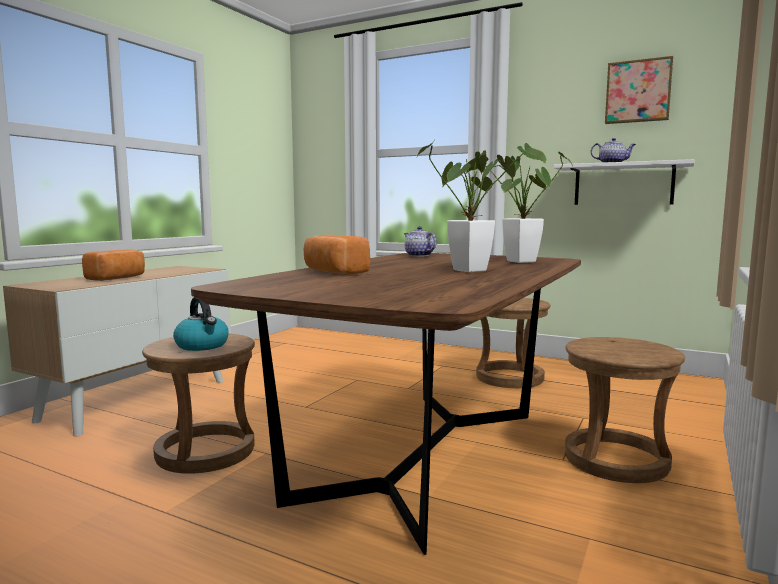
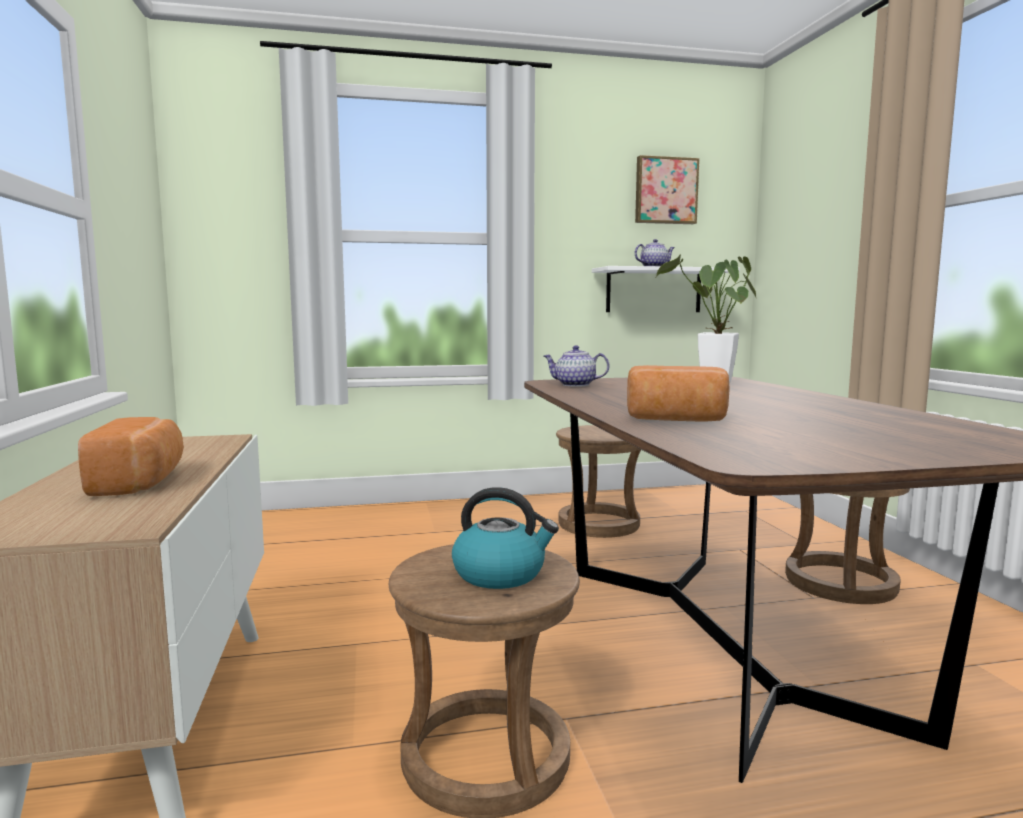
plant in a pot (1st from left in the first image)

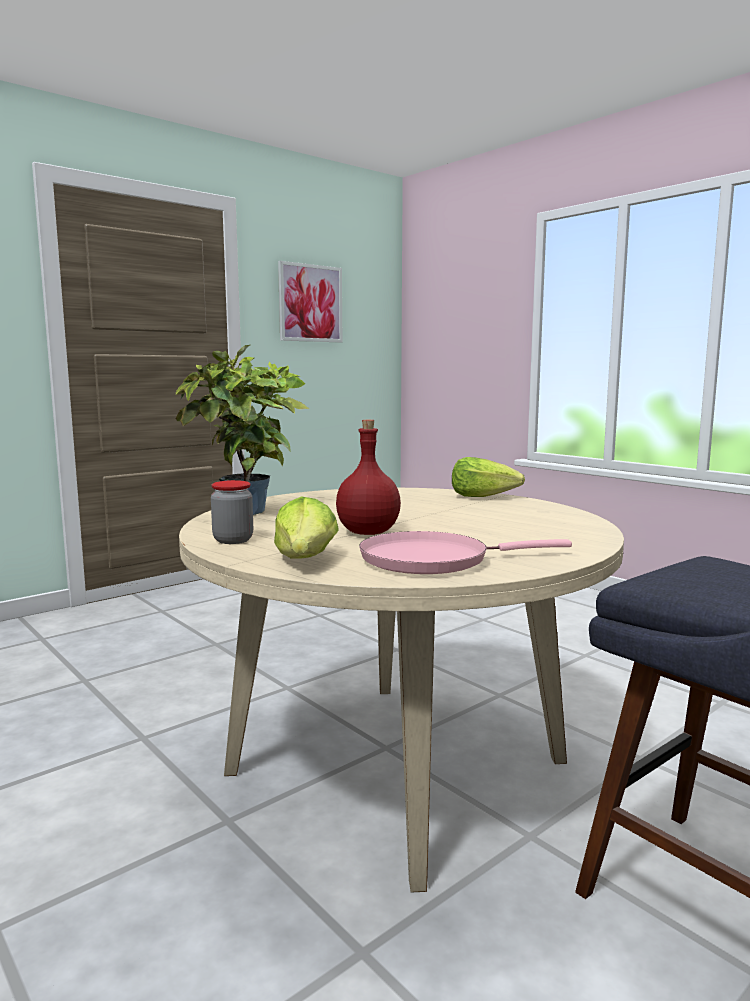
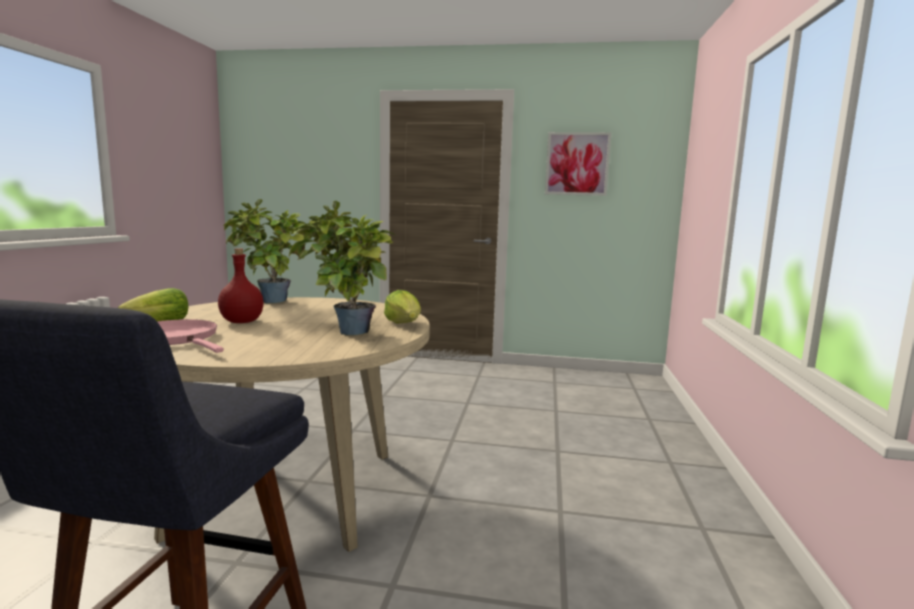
storage jar; plant in a pot (2nd from left)

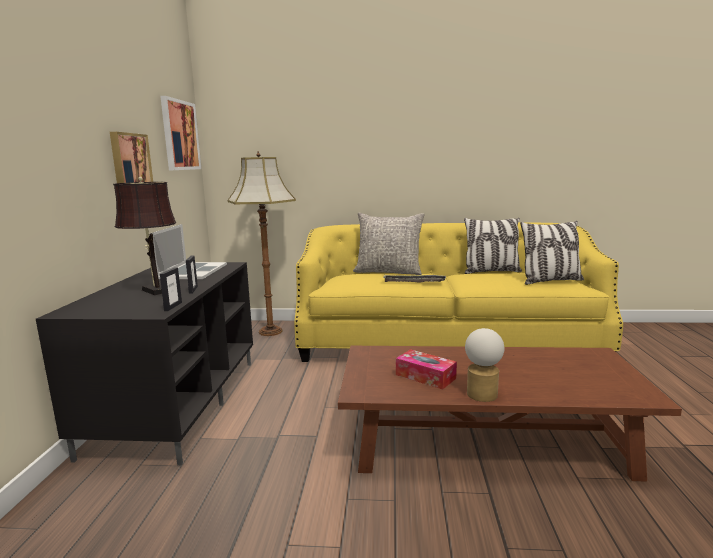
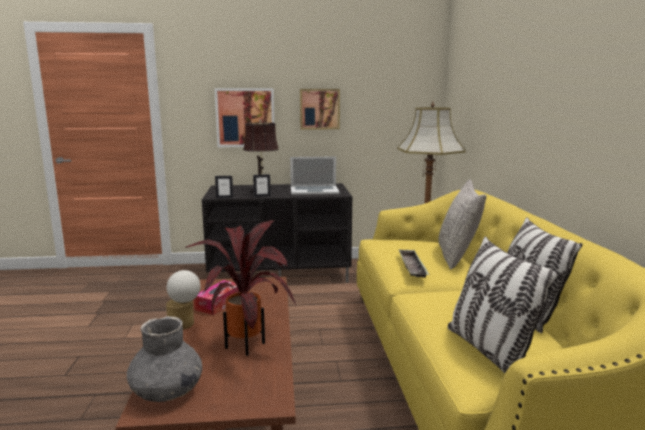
flower vase/gray; plant in a pot; picture (1st from left)

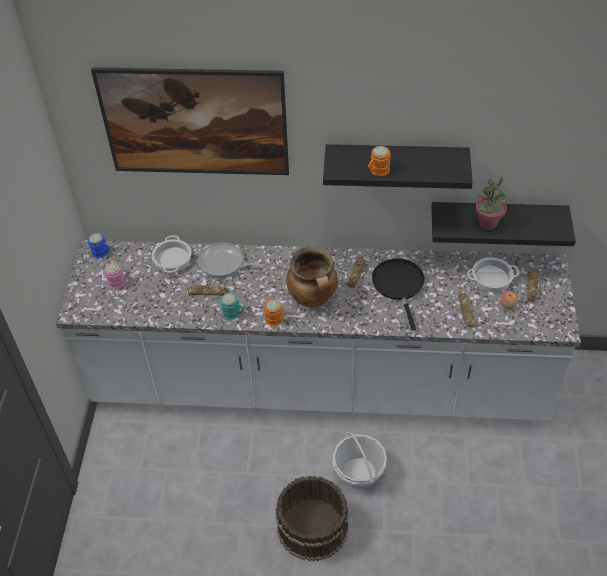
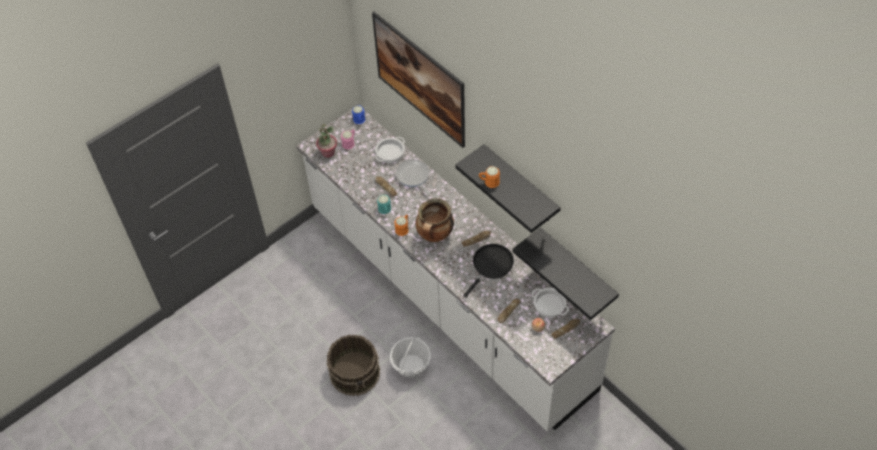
plant in a pot

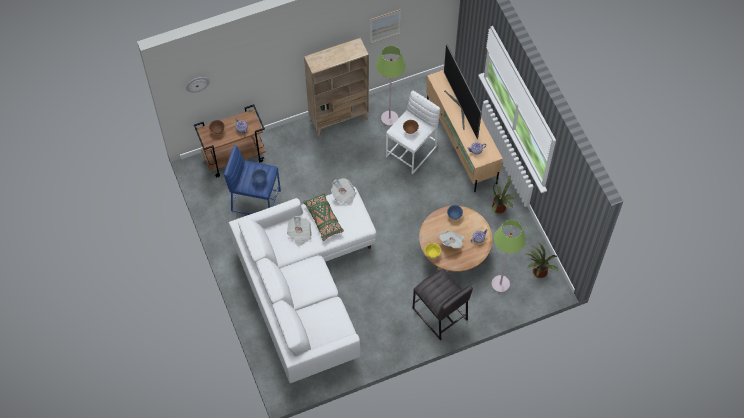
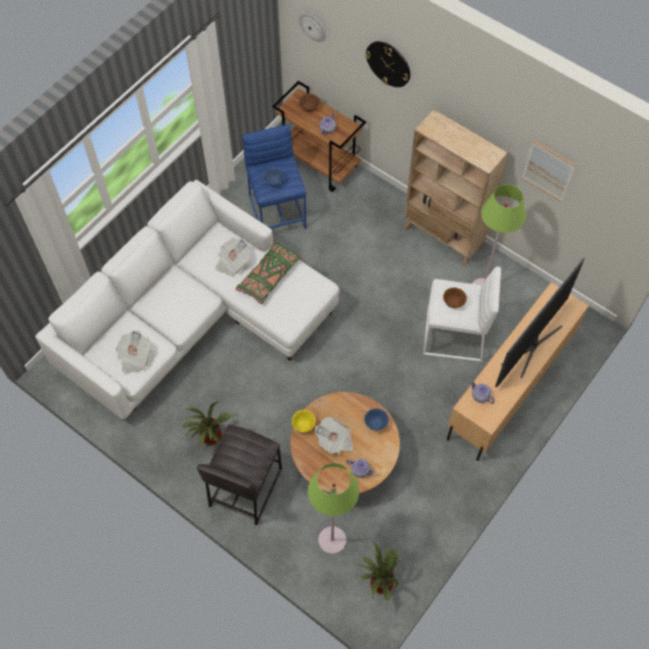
wall clock (2nd from left); newspaper (1st from left); plant in a pot (1st from left)

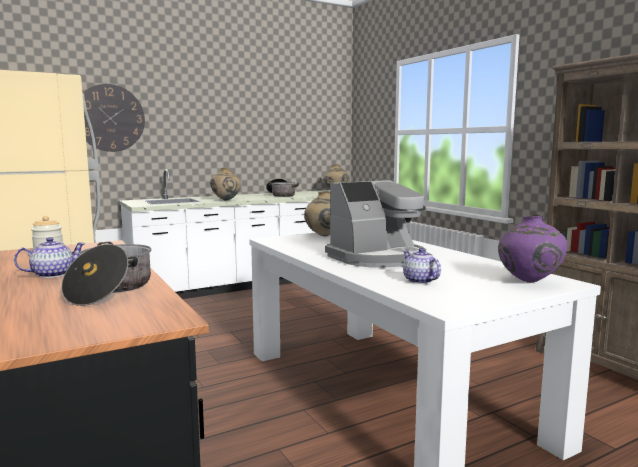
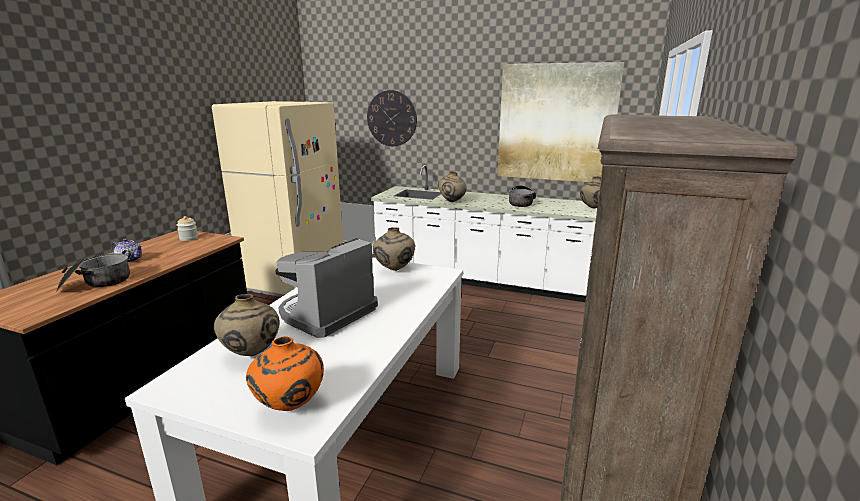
picture; flower vase/beige-coloured (1st from left); flower vase/orangey; coffee maker

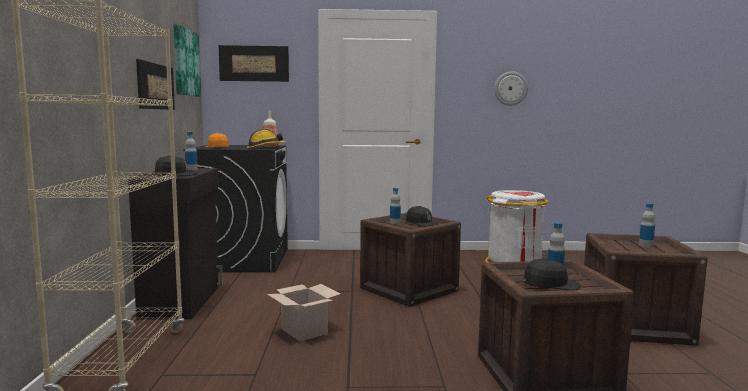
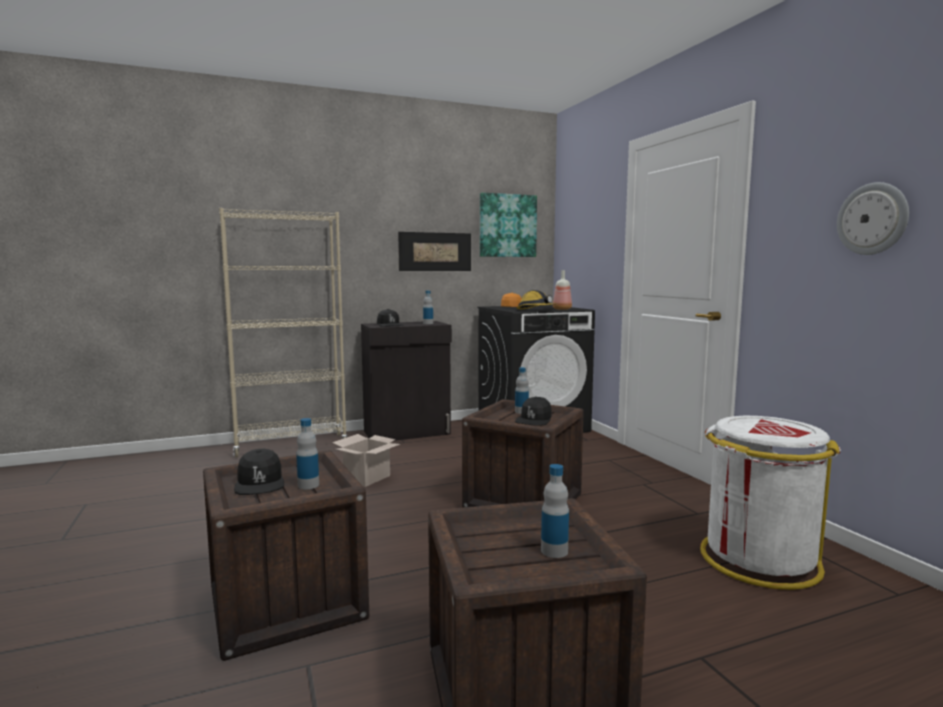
picture (3rd from left in the first image)

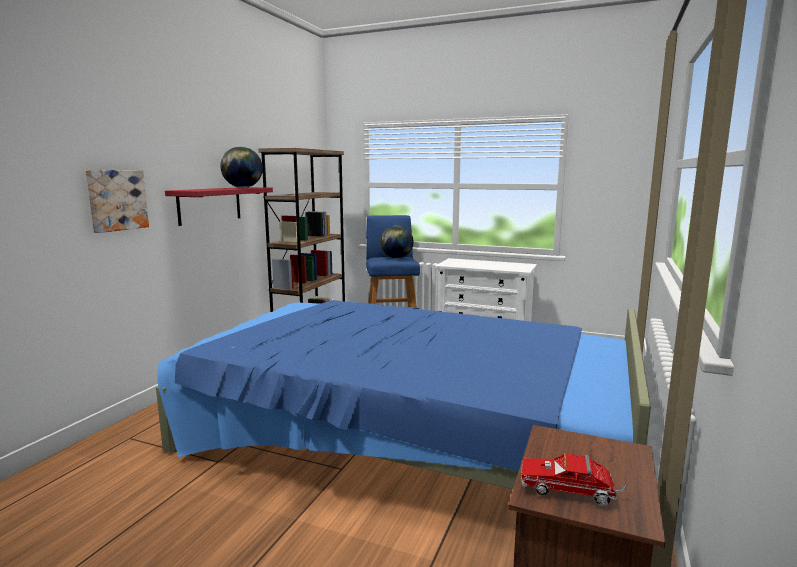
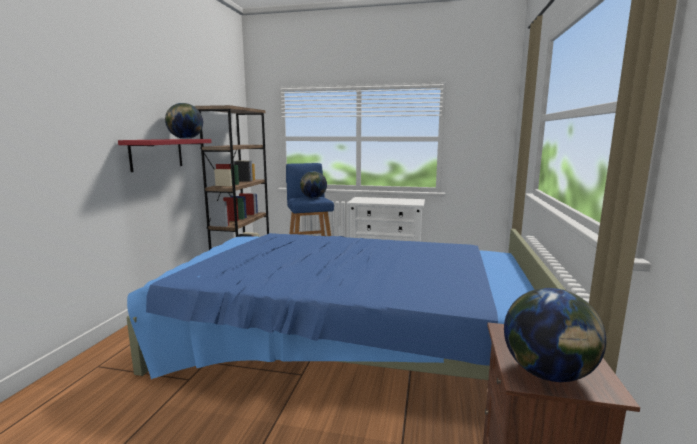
picture; desk globe (3rd from left)

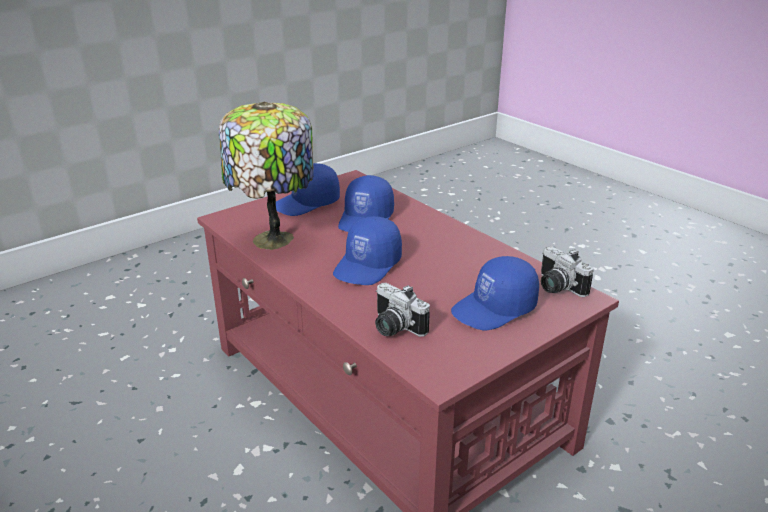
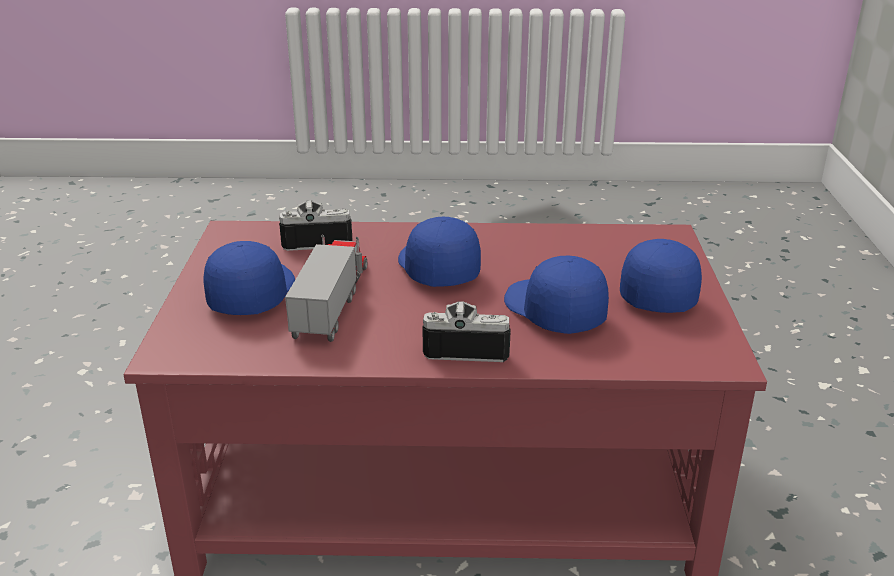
table lamp; model truck; still camera (2nd from left)

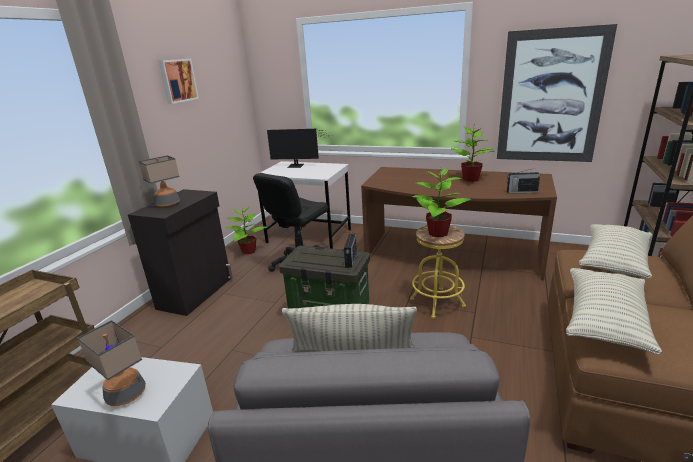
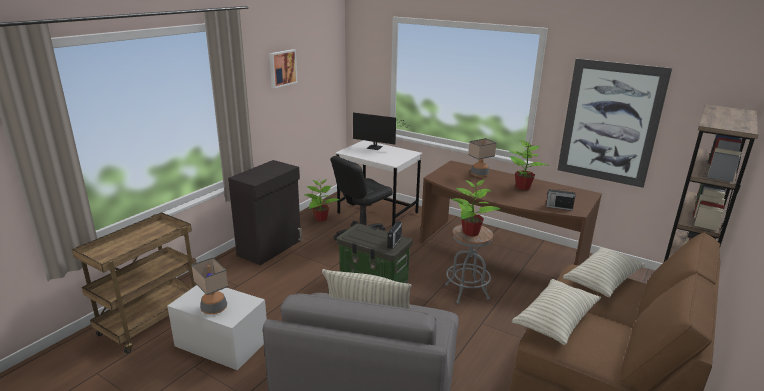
table lamp (2nd from left); sitting stool/gray

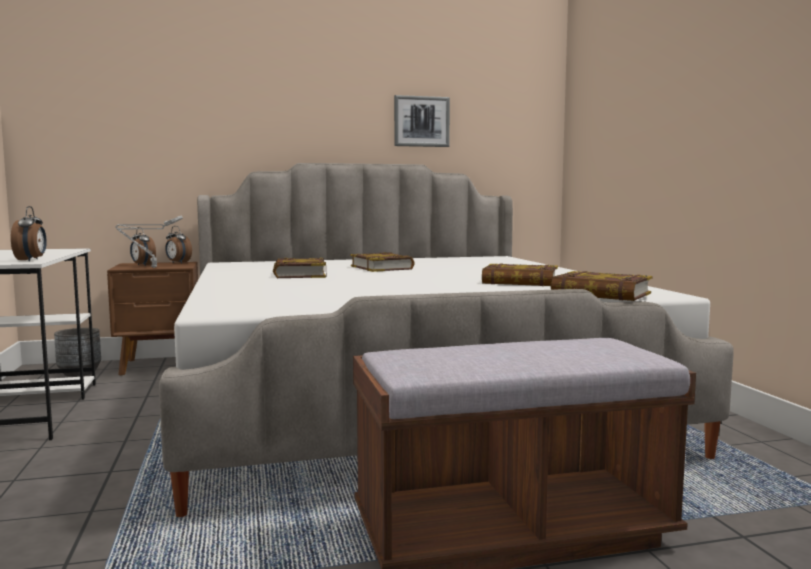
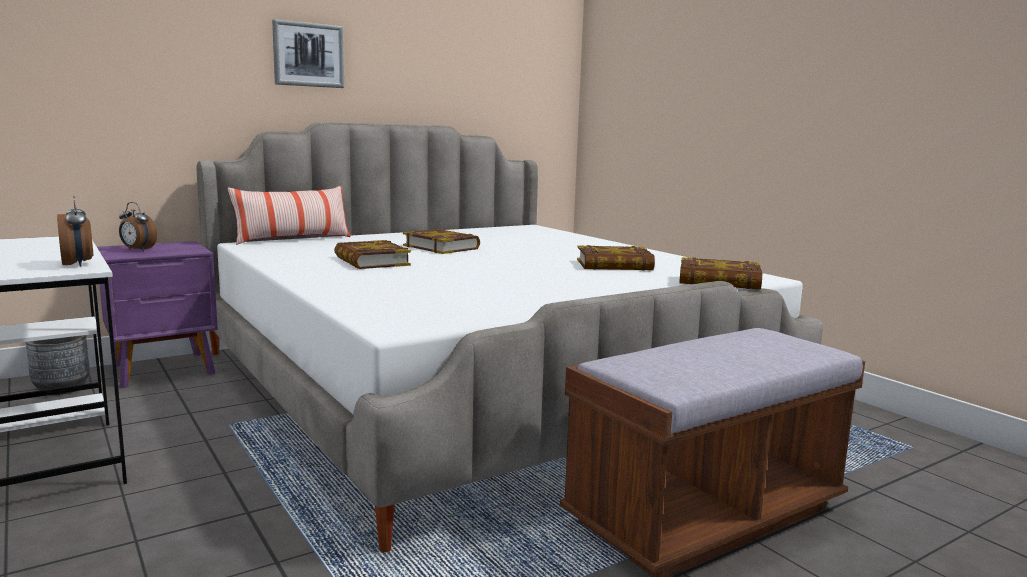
table lamp/gray; alarm clock (3rd from left in the first image); pillow; picture; night table/purple-coloured

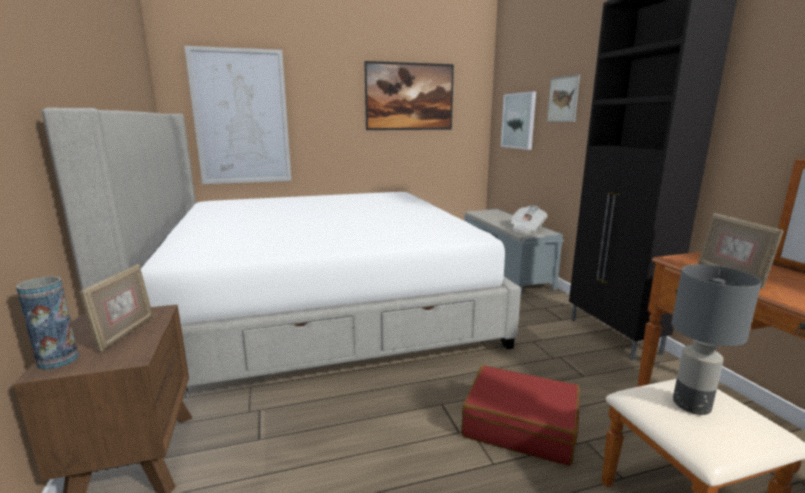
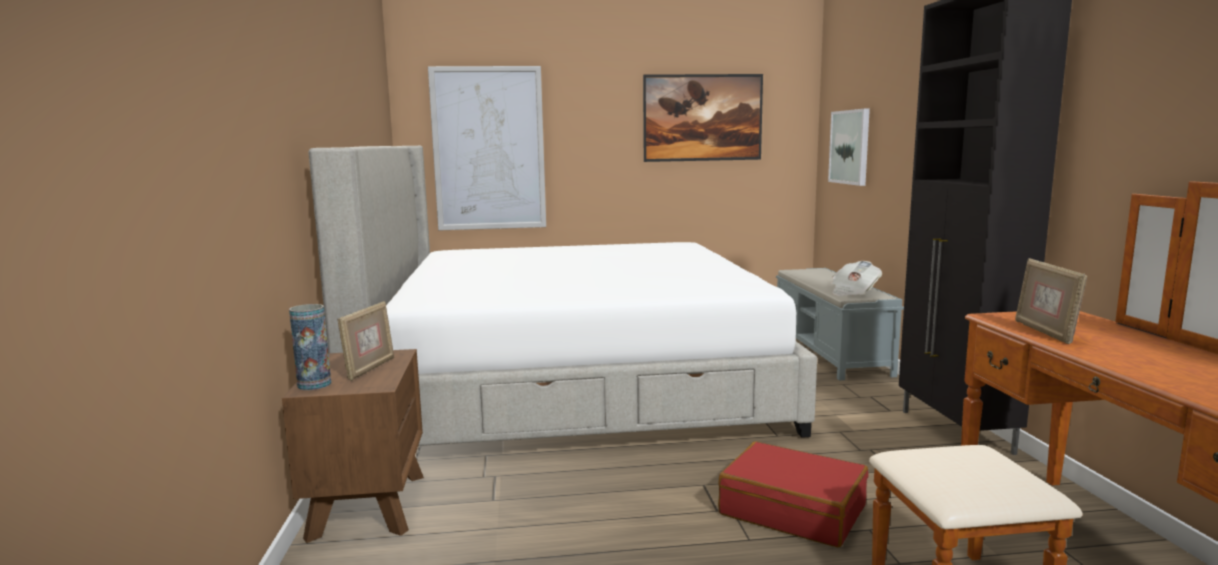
picture (4th from left in the first image); table lamp/gray

